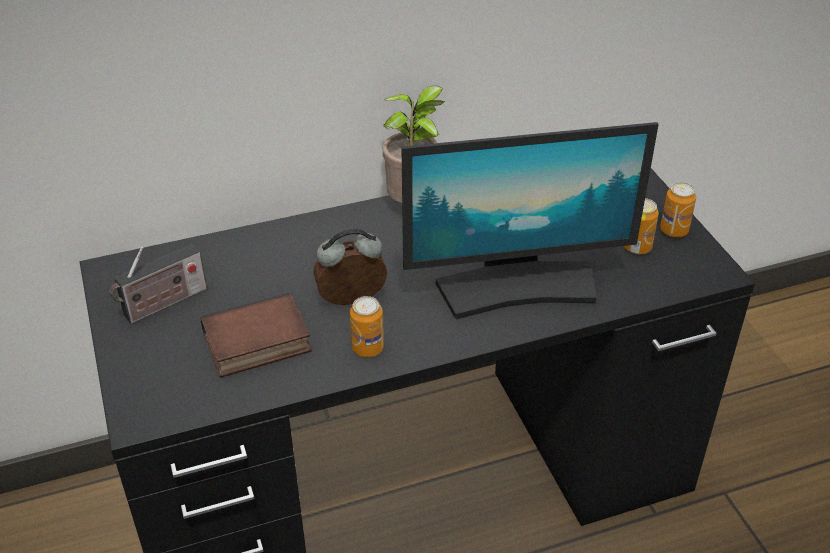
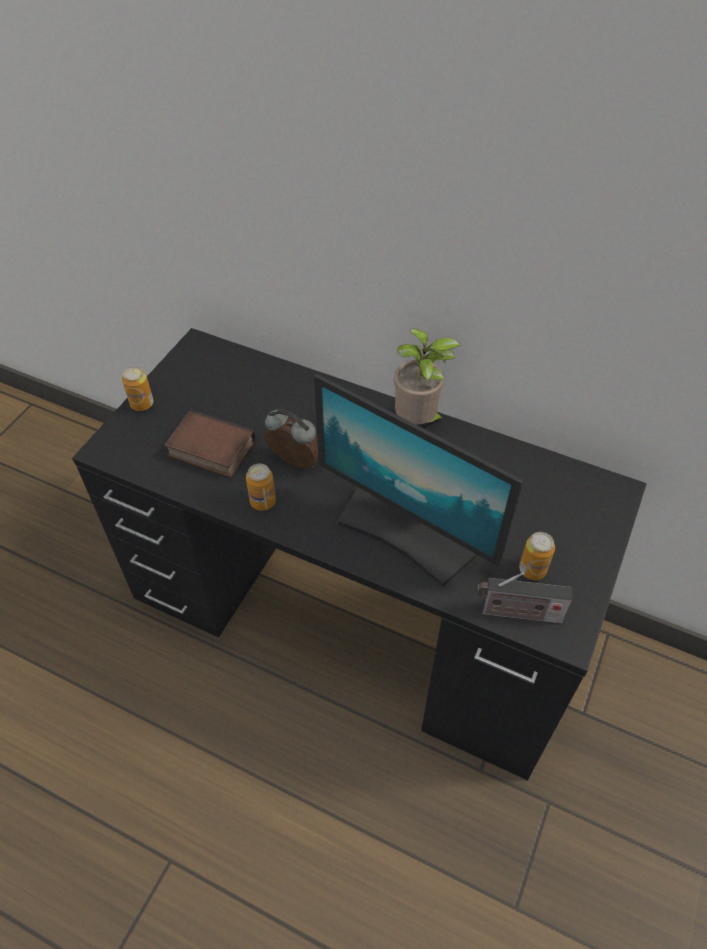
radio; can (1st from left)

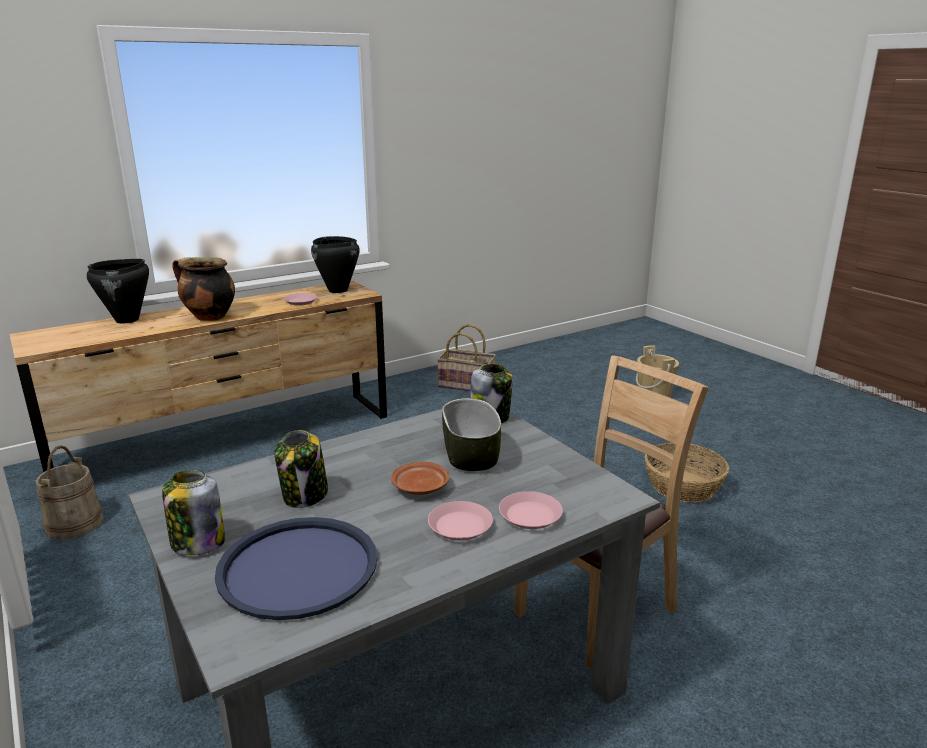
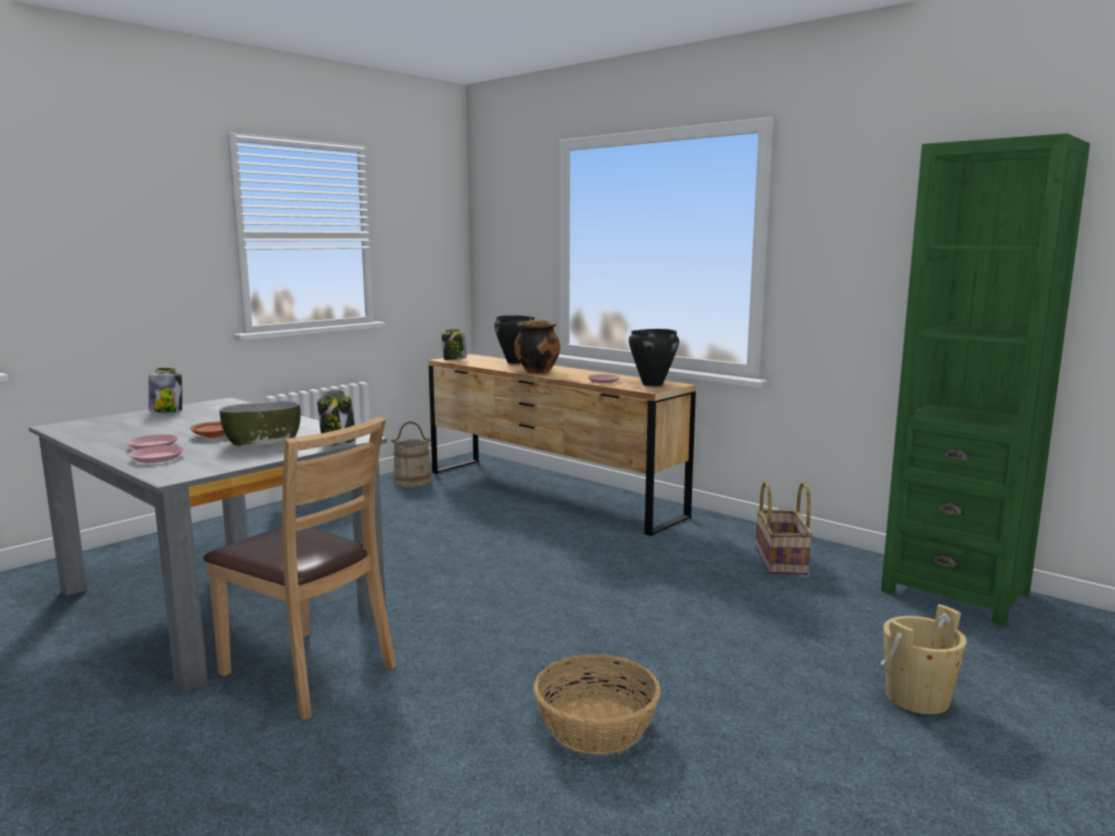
tray/blue; shelving unit/green-coloured; storage jar (3rd from left)

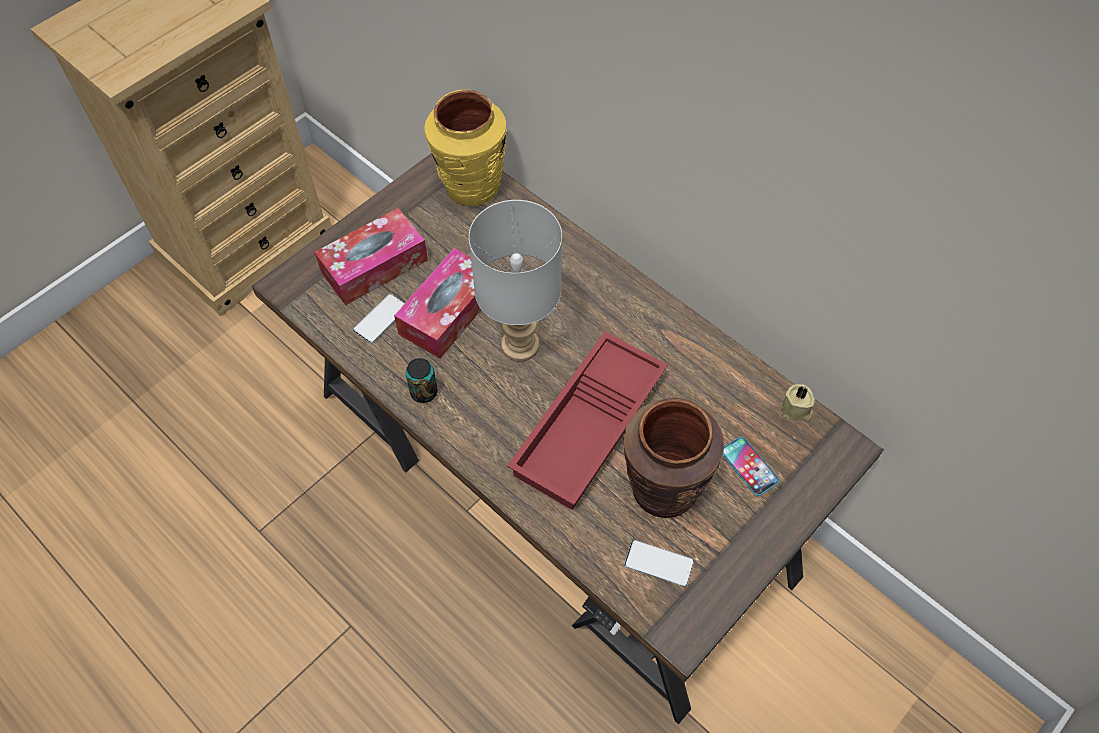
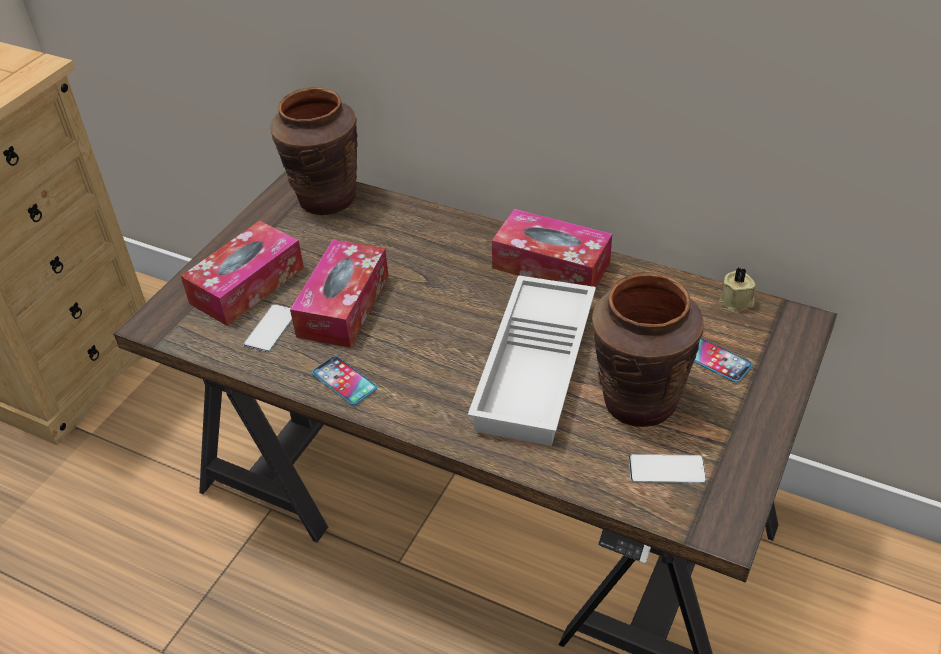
table lamp/gray; tissue holder (3rd from left); handset (2nd from left); flower vase/brown (1st from left); tray/white

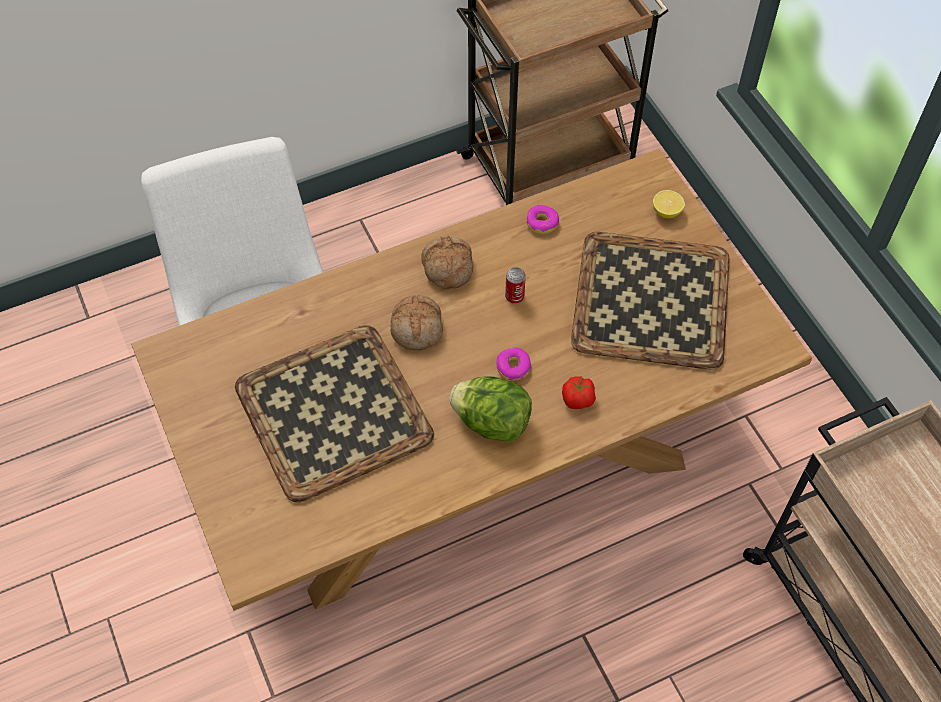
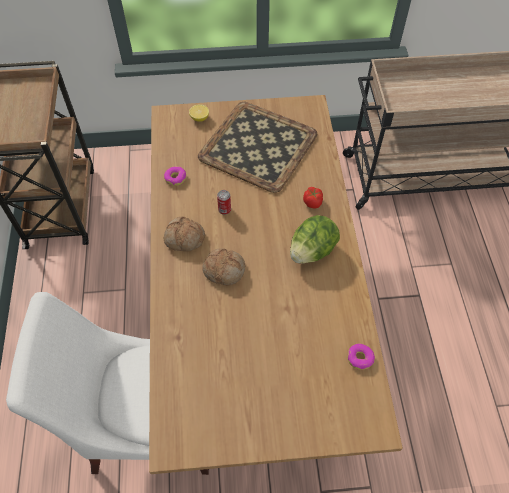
tray (1st from left in the first image); ring doughnut (2nd from left)

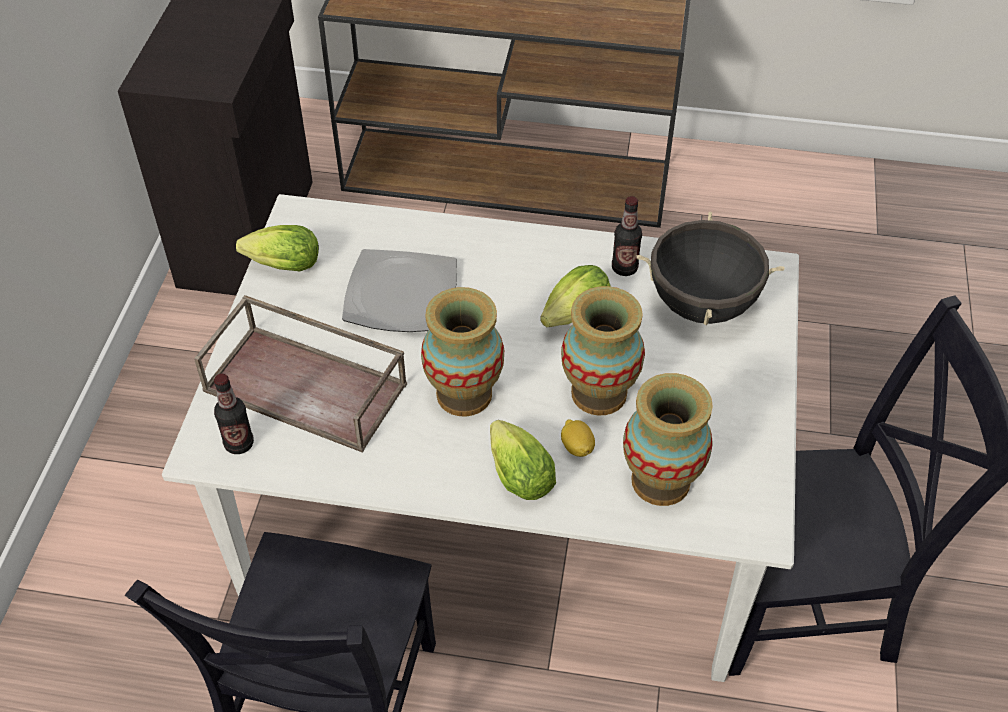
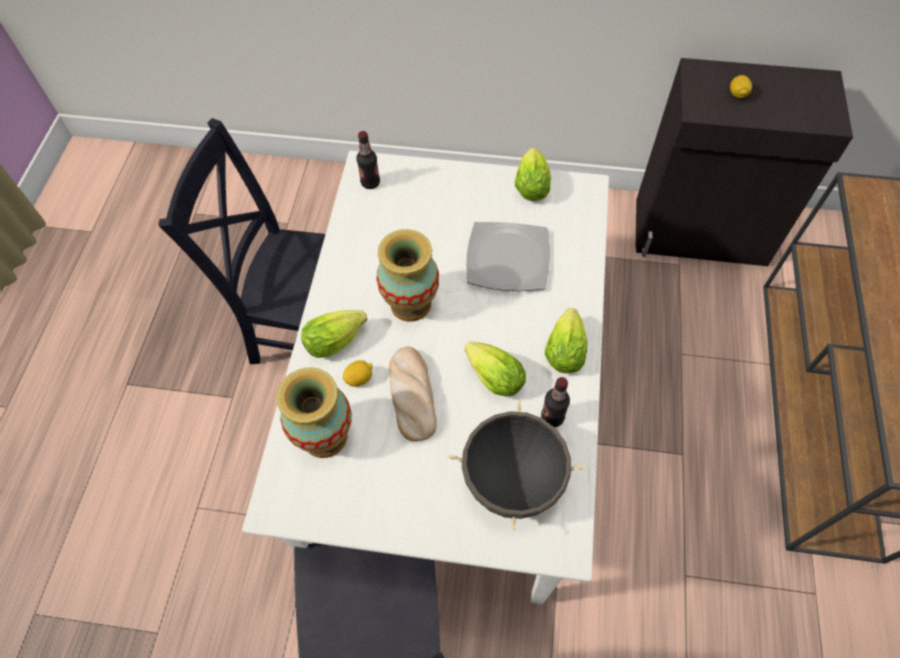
tray/brown; head of lettuce (4th from left); lemon (2nd from left); bread

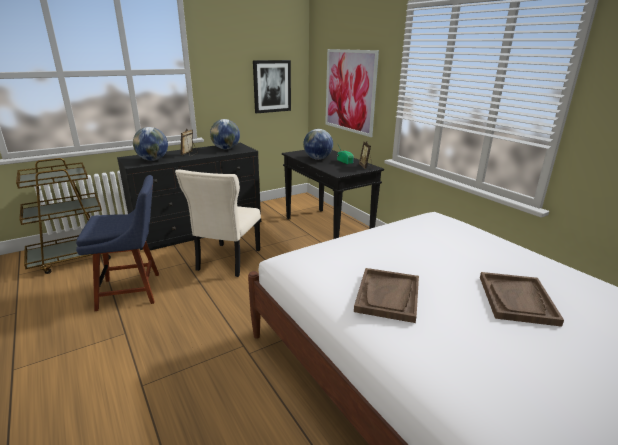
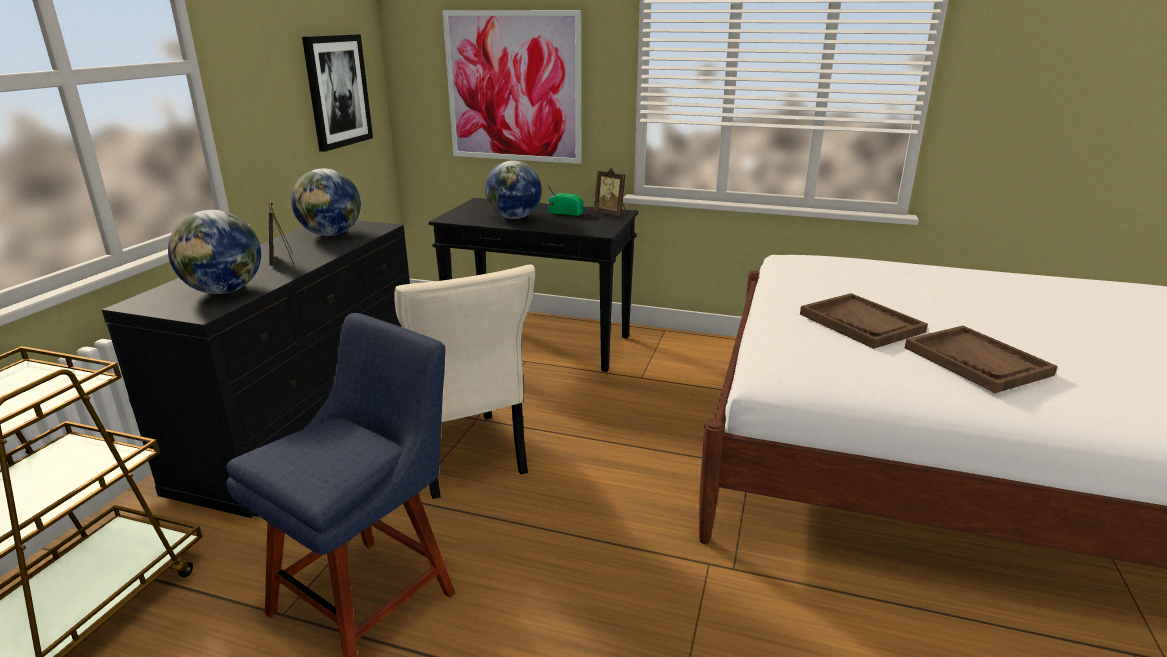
tray/brown (1st from left)

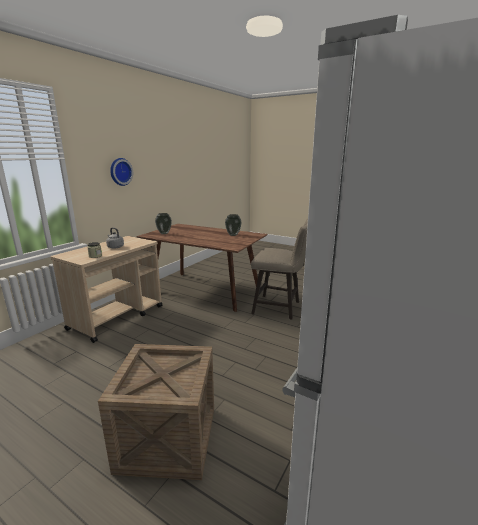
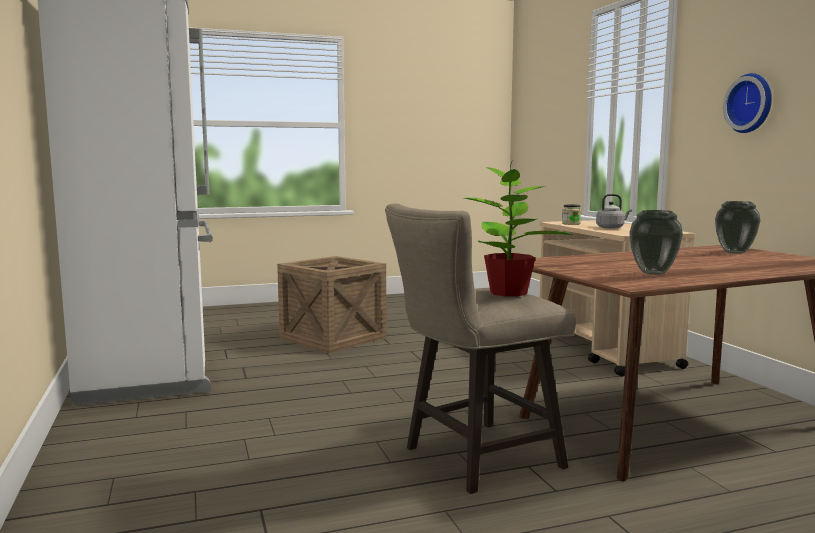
plant in a pot

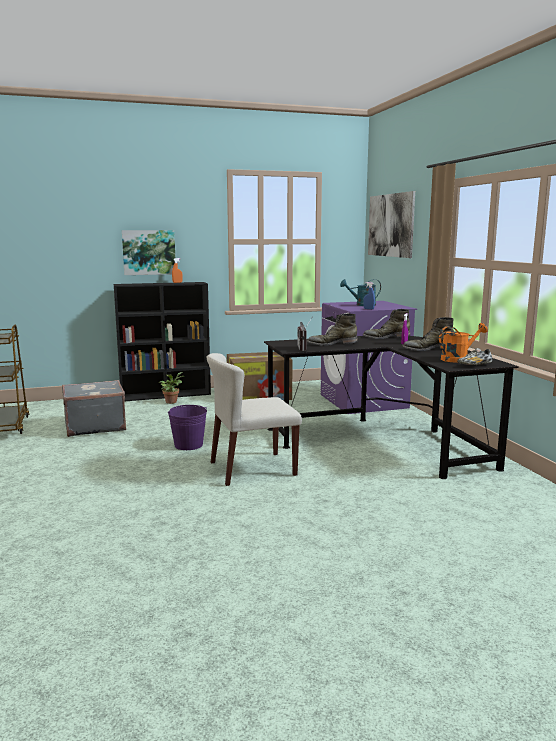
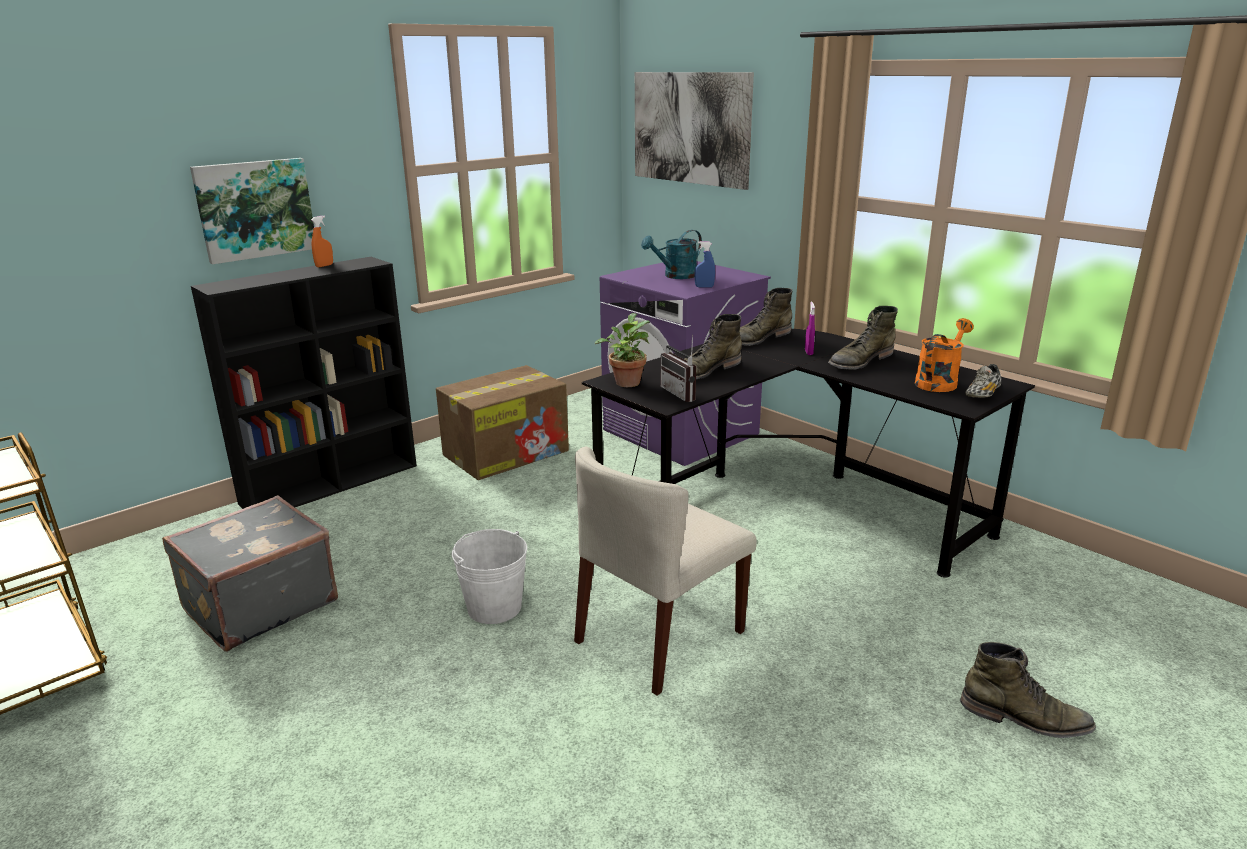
boot/green-coloured (4th from left); plant in a pot; water bucket/white

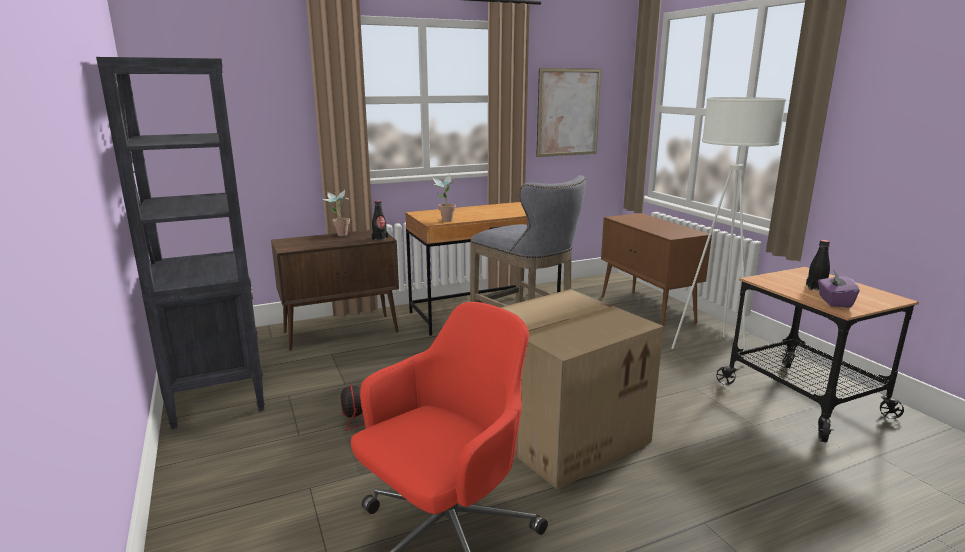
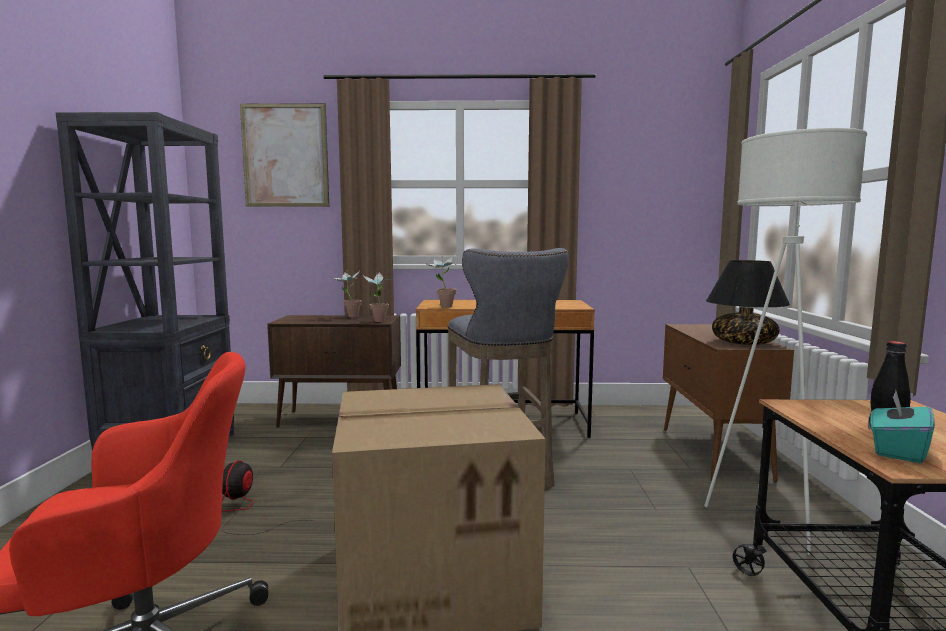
table lamp/black-coloured; picture; plant in a pot (2nd from left); tissue holder/blue-green

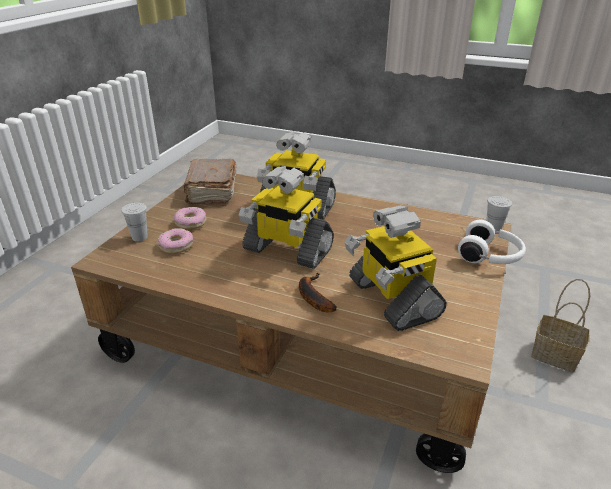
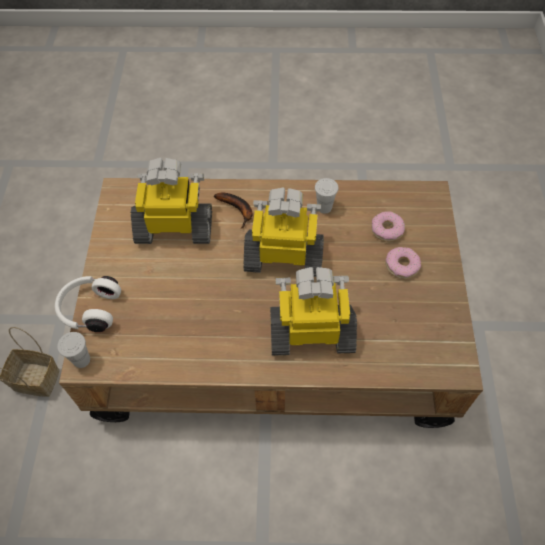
bound book/brown; small cup/white (2nd from left); toy robot (1st from left)

